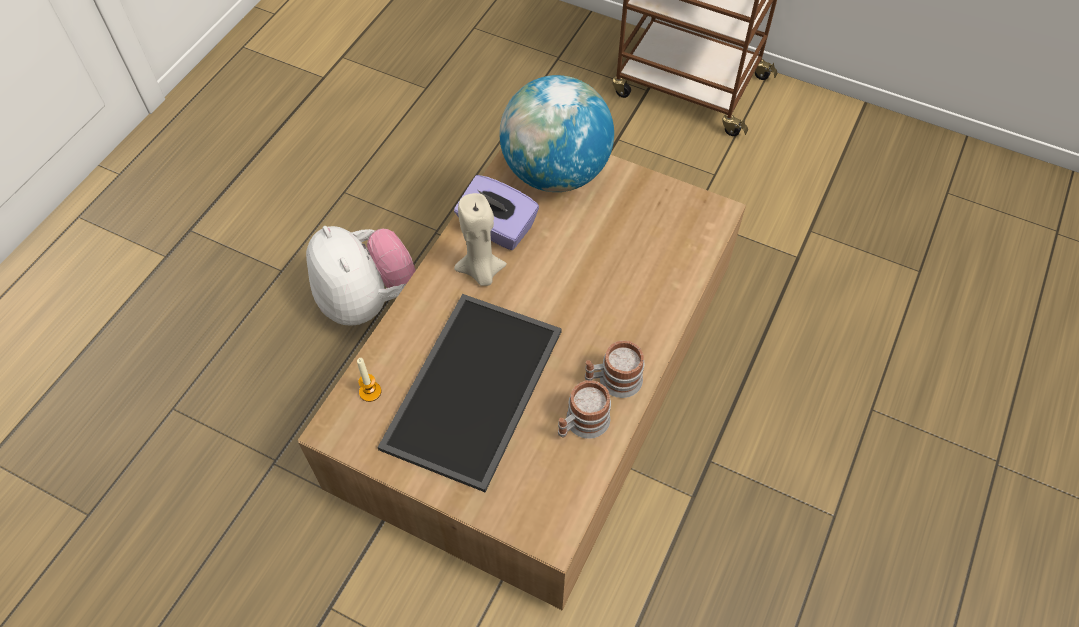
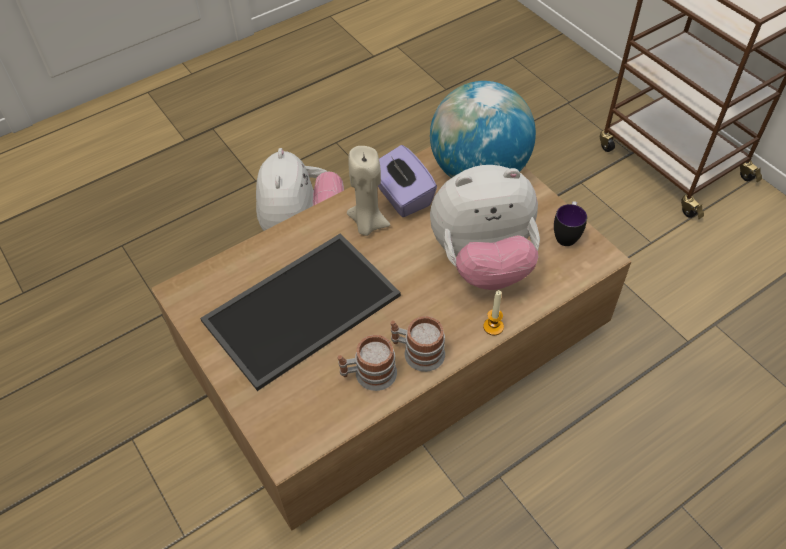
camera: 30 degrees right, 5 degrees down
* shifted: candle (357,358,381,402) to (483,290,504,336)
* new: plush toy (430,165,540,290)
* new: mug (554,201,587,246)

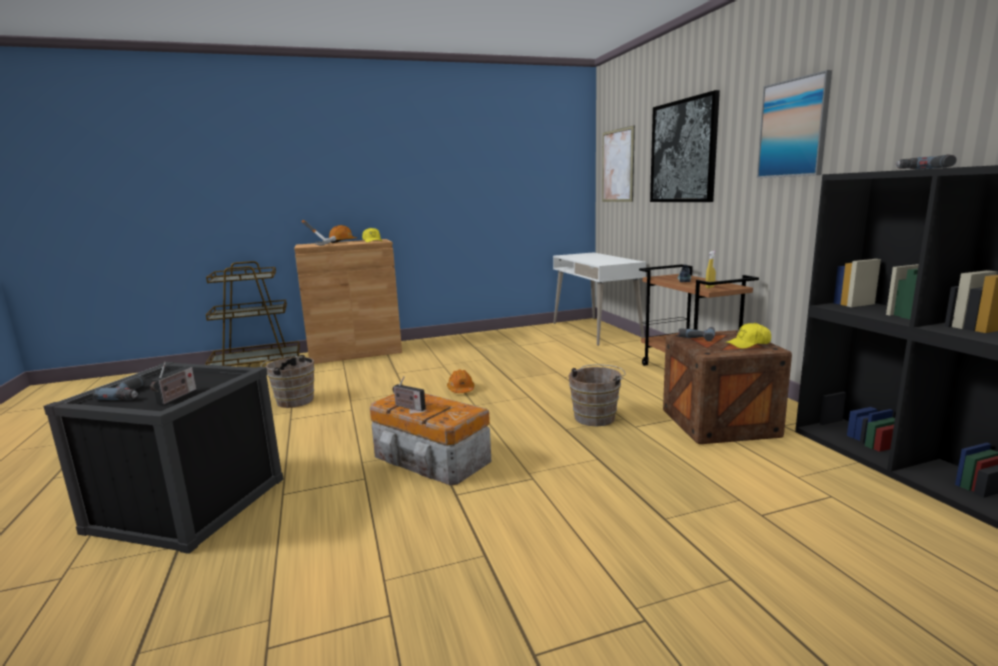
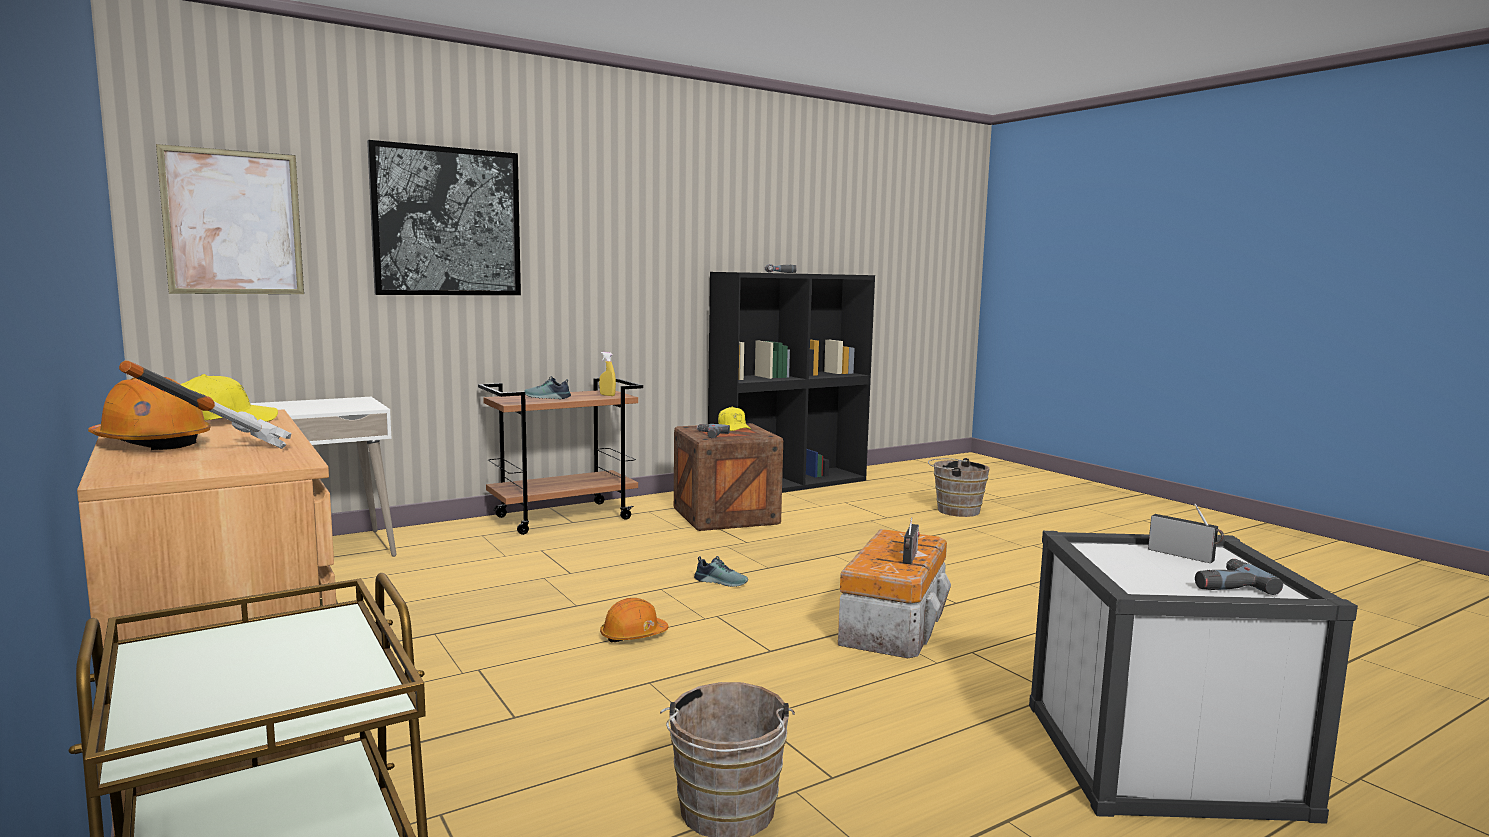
camera: 105 degrees left, 5 degrees down
* gone: picture (757,70,832,178)
* rotated: radio (151,361,196,405) = (1148,503,1224,564) 45 degrees clockwise
* repainted: storage box in black (44,362,284,554) to storage box in white (1029,531,1358,824)
* shifted: bucket in brown (569,364,626,426) to (928,458,990,517)
* new: shoe (694,556,748,587)

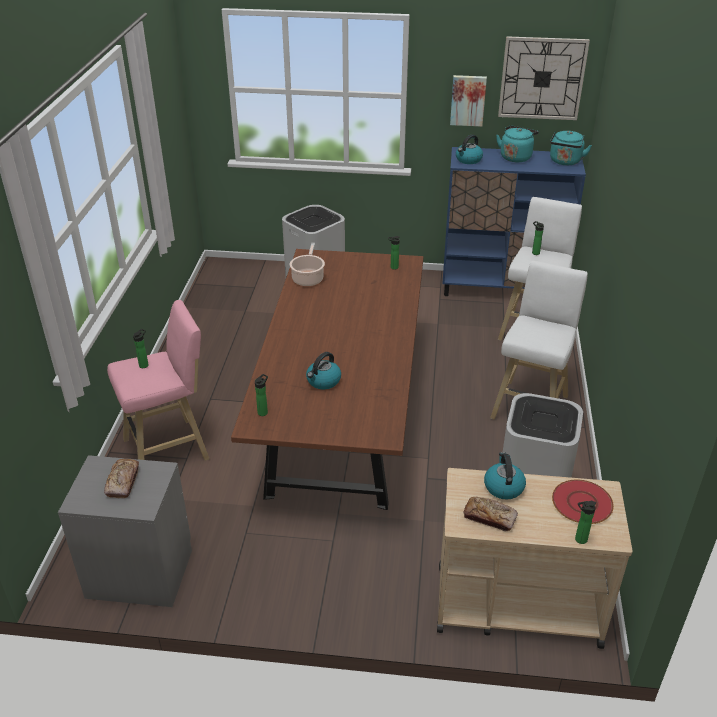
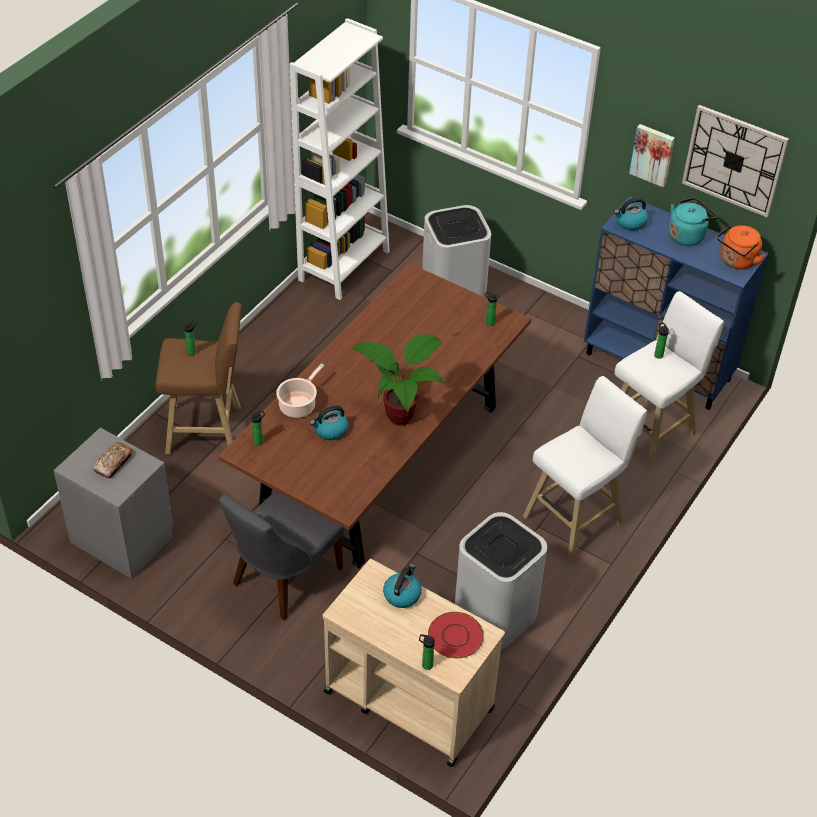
camera: 25 degrees right, 10 degrees up
* repainted: kettle in turquoise (550,131,592,165) to kettle in orange (717,225,765,269)
* shifted: cooking pot (290,243,325,286) to (276,364,324,418)
* repainted: stool in pink (107,300,209,461) to stool in brown (156,302,242,454)
* gone: bread (464,497,518,531)
* new: bookcase in white (290,18,390,300)
* new: potted plant (351,334,445,426)
* new: chair in grey (220,491,344,620)

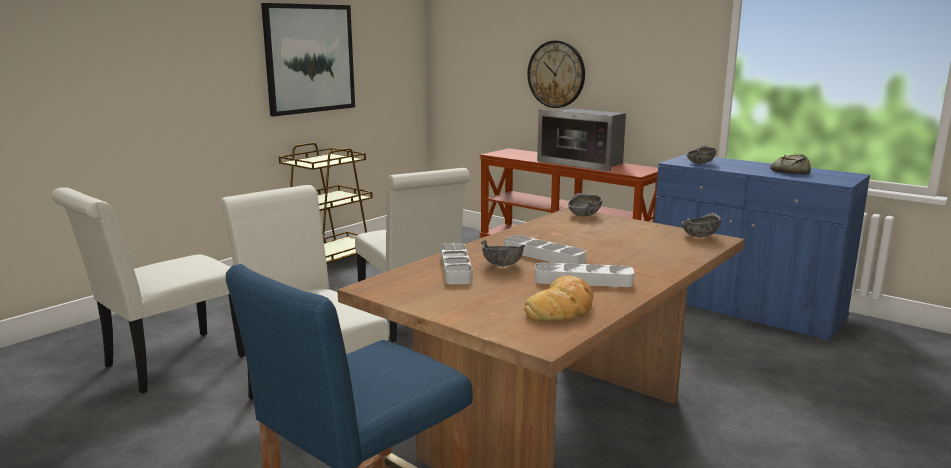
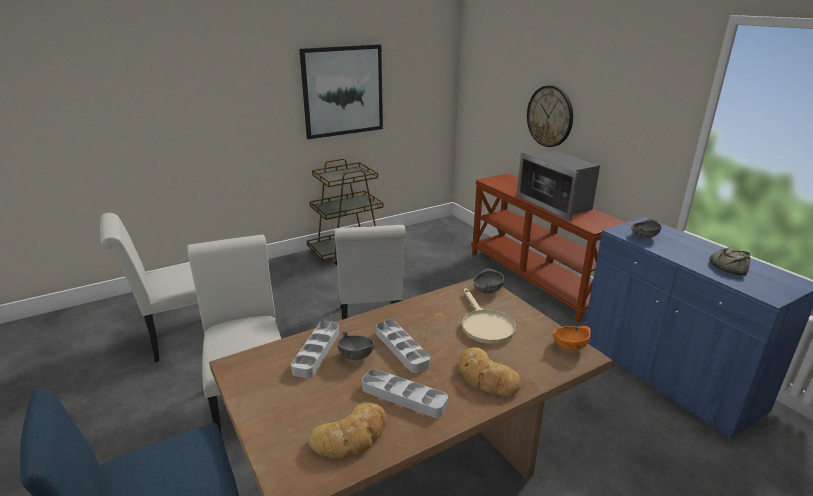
camera: 20 degrees right, 10 degrees up
* repainted: bowl in grey (682,213,721,237) to bowl in orange (553,326,590,351)
* new: frying pan in beige (462,288,516,344)
* new: bread (459,347,521,396)

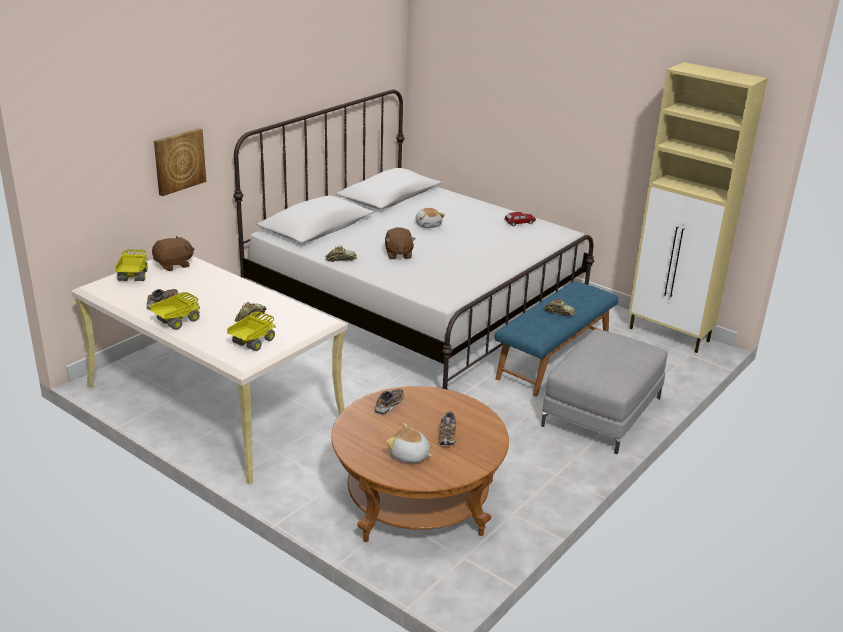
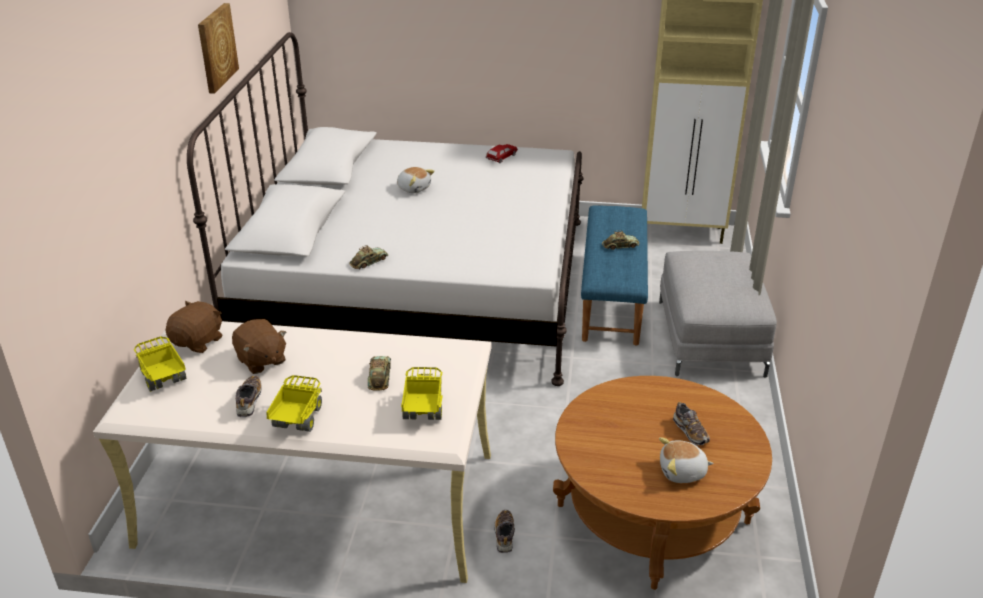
camera: 30 degrees left, 5 degrees up
* shifted: picture (154,128,206,196) to (198,3,239,94)
* shifted: plush toy in brown (385,227,415,259) to (232,319,286,374)
* shifted: shoe (375,389,404,415) to (494,510,515,553)

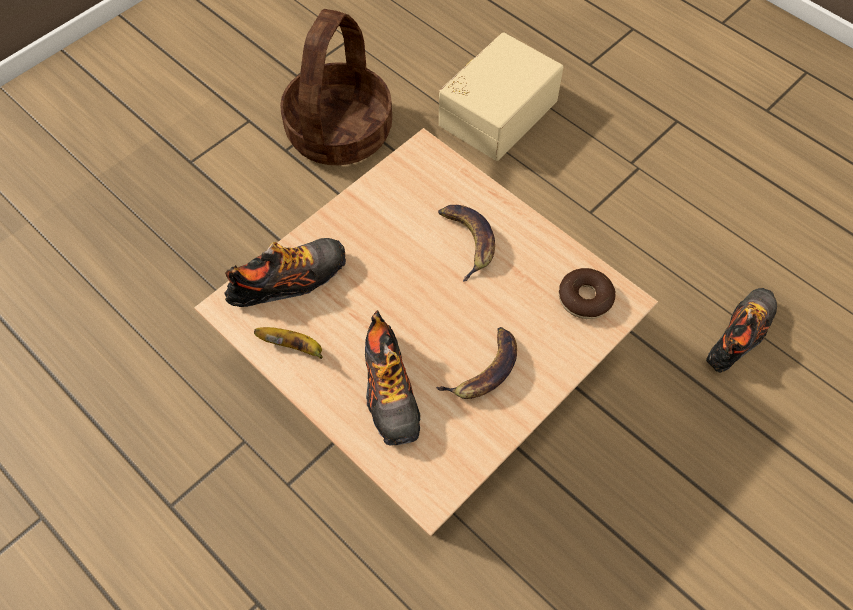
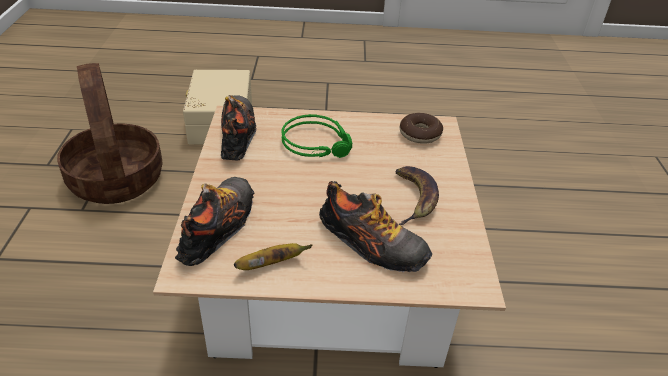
camera: 45 degrees left, 20 degrees down
* swapped: banana (438,205,495,282) to headphones in green (281,114,352,158)
* shifted: shoe (706,288,777,372) to (221,95,257,161)

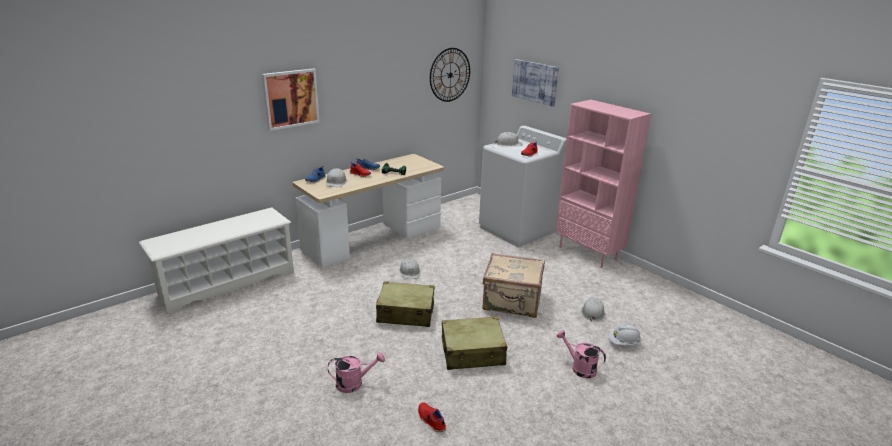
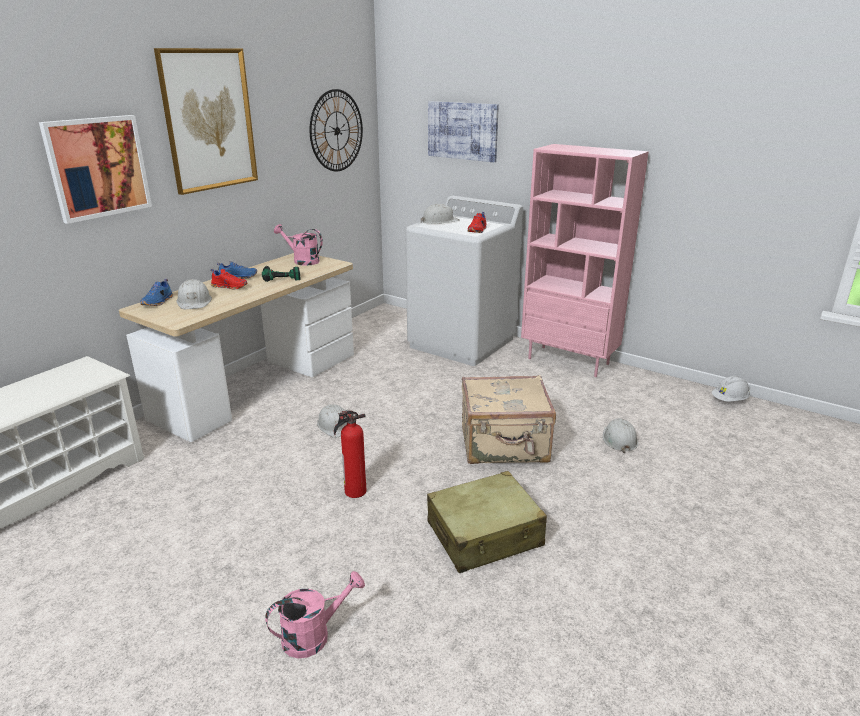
camera: 15 degrees left, 0 degrees up
* swapped: suitcase in beige (376,281,434,327) to fire extinguisher (334,410,366,498)
* shifted: hard hat in white (609,323,641,345) to (712,376,750,402)
* shifted: watering can in pink (557,330,606,378) to (274,224,323,266)
* gone: shoe in red (418,403,446,432)
* new: picture (154,48,258,195)

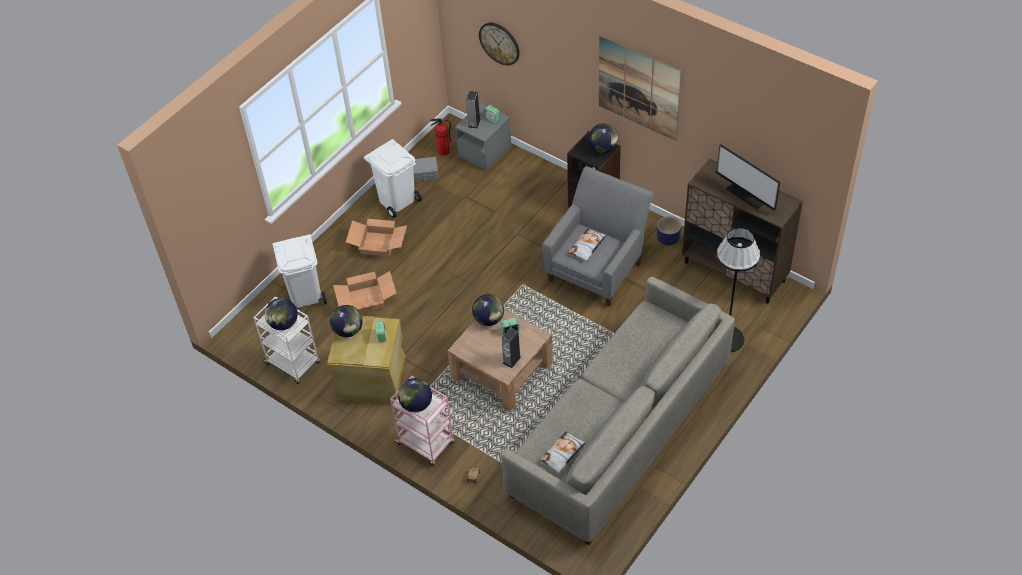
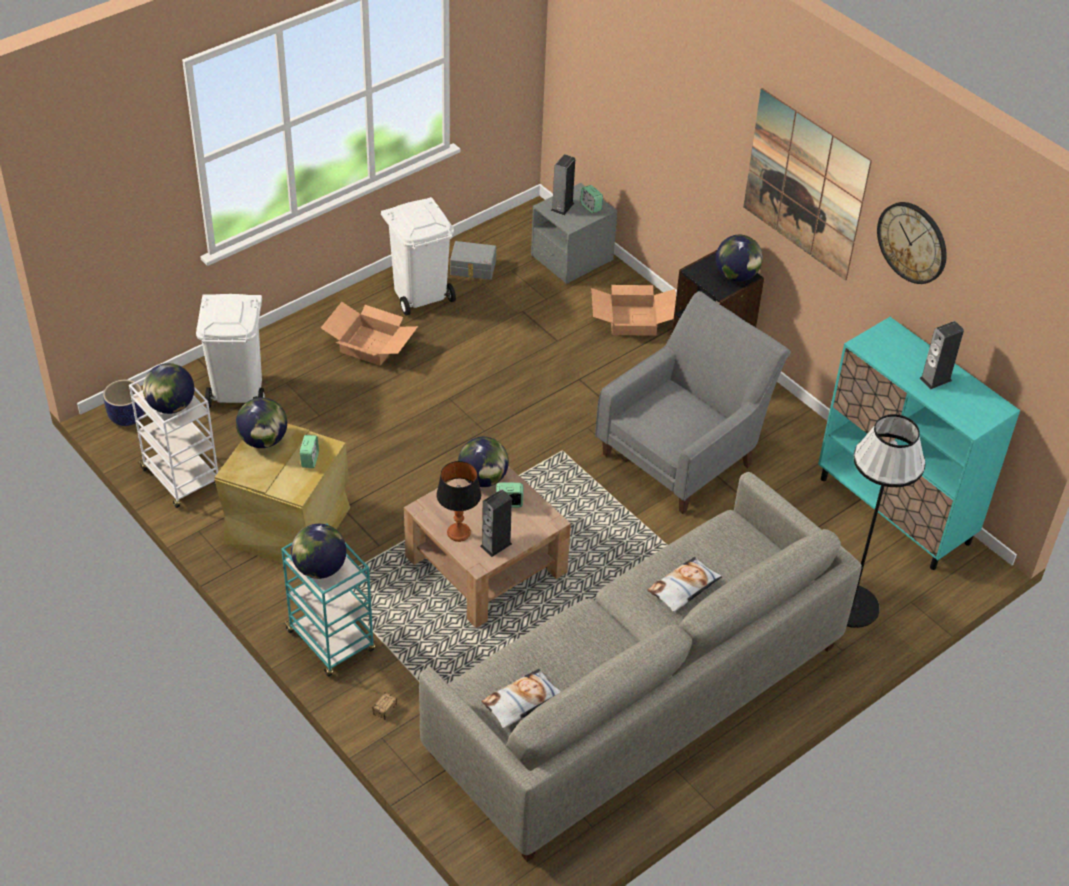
camera: 10 degrees right, 5 degrees down
* shifted: wall clock (479,23,520,65) to (877,202,947,284)
* gone: fire extinguisher (430,118,451,155)
* swapped: monitor (716,144,780,211) to speaker (919,321,964,389)
* repainted: cabinet in brown (682,159,803,304) to cabinet in turquoise (818,317,1020,570)
* shifted: planter (657,216,681,246) to (103,380,144,426)
* shifted: pillow (568,228,607,261) to (647,557,723,612)
* shifted: cardboard box (333,271,396,313) to (591,285,676,336)
* repainted: cart in pink (390,376,455,466) to cart in turquoise (281,524,376,677)
* new: table lamp (436,461,481,542)

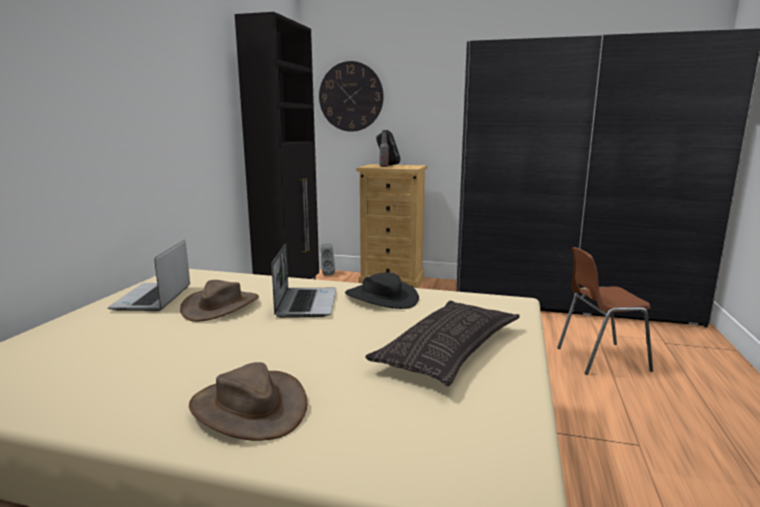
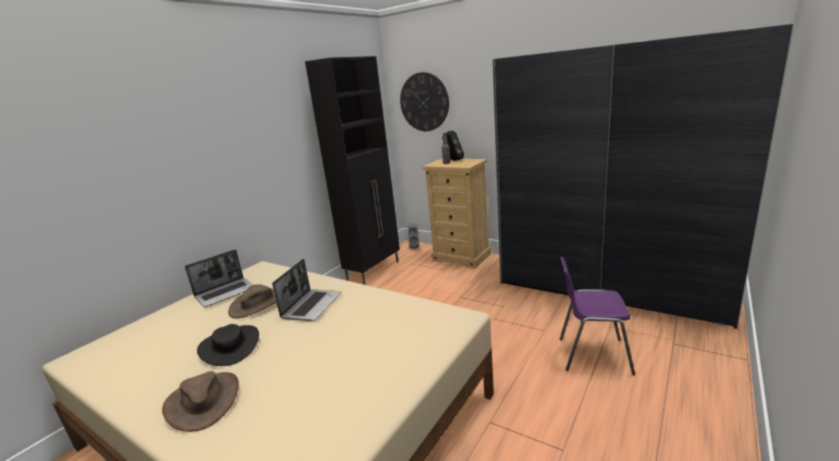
camera: 20 degrees right, 5 degrees up
* rotated: laptop (108,240,190,311) = (185,250,253,307) 150 degrees counterclockwise
* repainted: chair in brown (557,247,653,375) to chair in purple (560,257,635,375)
* shifted: hat in black (345,272,419,309) to (197,324,259,366)
* gone: pillow (365,301,520,386)

